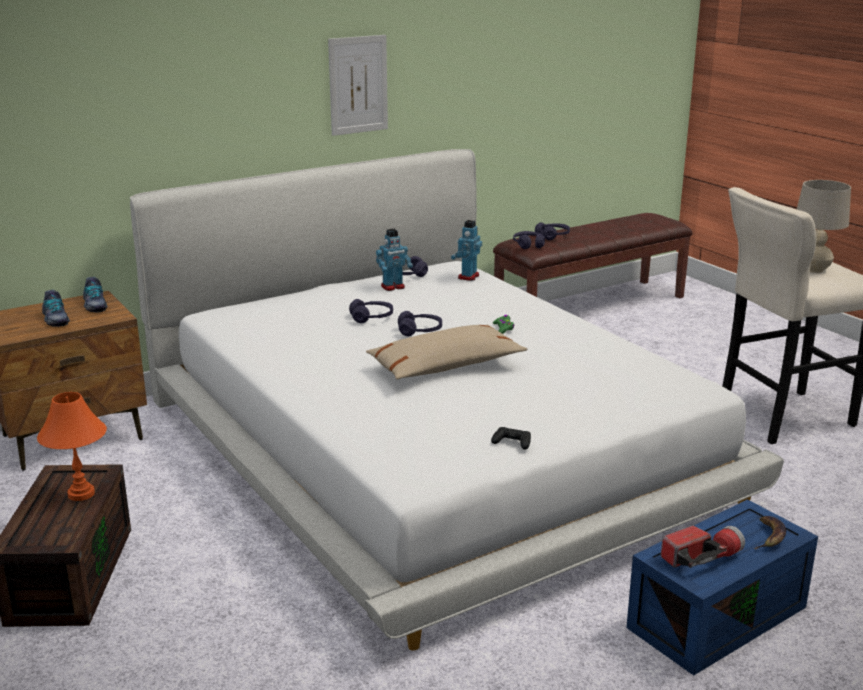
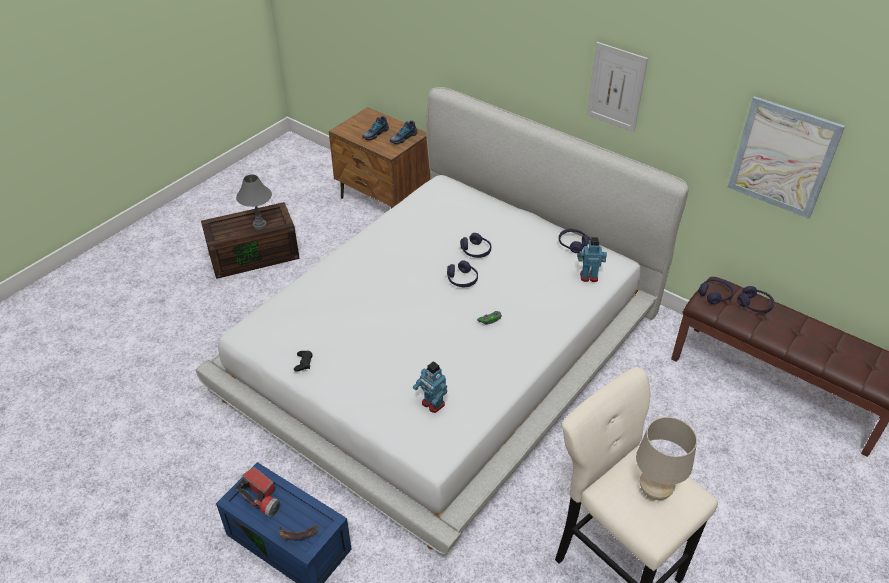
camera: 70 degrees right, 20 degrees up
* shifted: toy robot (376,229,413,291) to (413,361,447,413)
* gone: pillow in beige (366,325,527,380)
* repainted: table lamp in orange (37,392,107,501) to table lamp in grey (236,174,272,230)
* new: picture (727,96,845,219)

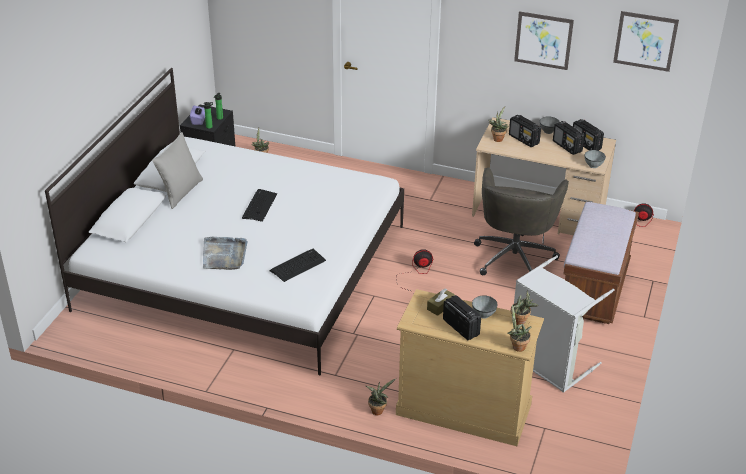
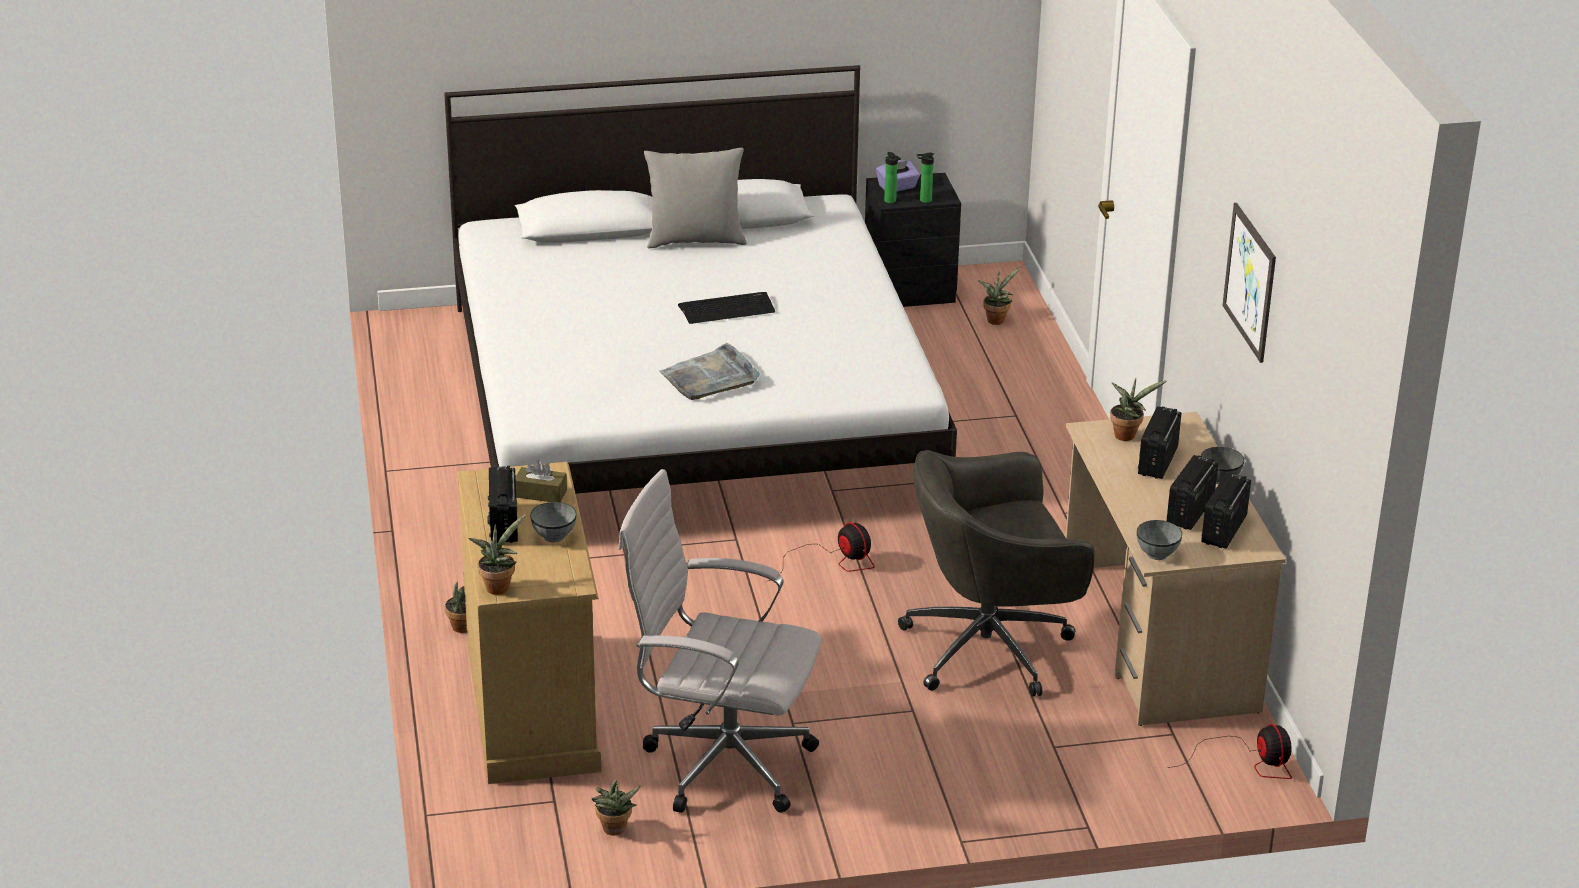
camera: 60 degrees right, 5 degrees down
* gone: picture (613,11,679,72)
* gone: bench in brown (564,202,639,324)
* shifted: tray in grey (203,236,248,270) to (660,343,760,400)
* gone: keyboard (270,249,326,282)
* swapped: laundry basket in grey (514,255,615,393) to office chair in white (618,469,822,813)
* shifted: potted plant (511,290,539,325) to (591,780,641,836)
* rotated: radio (443,295,481,340) = (487,466,518,543) 150 degrees clockwise

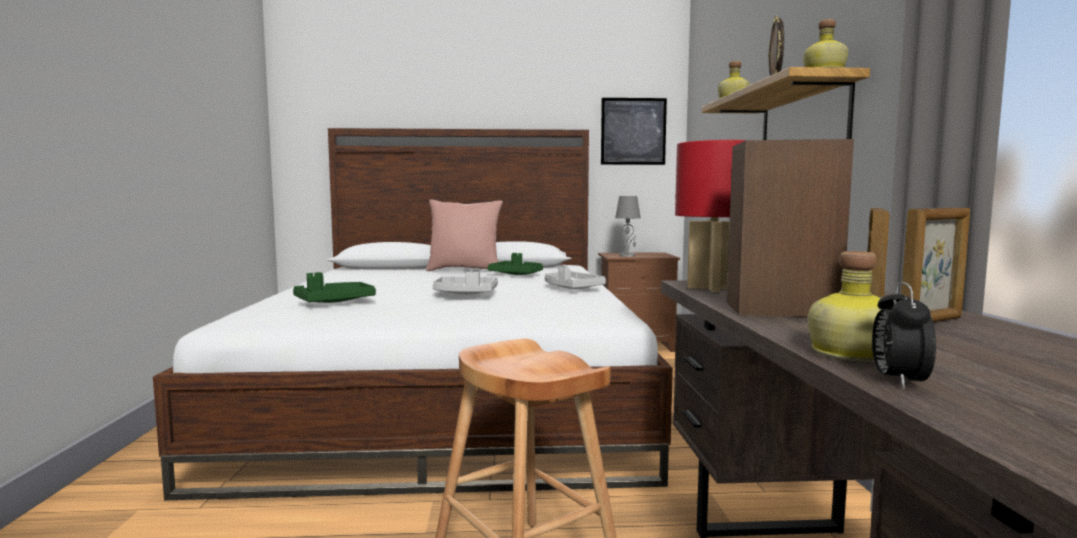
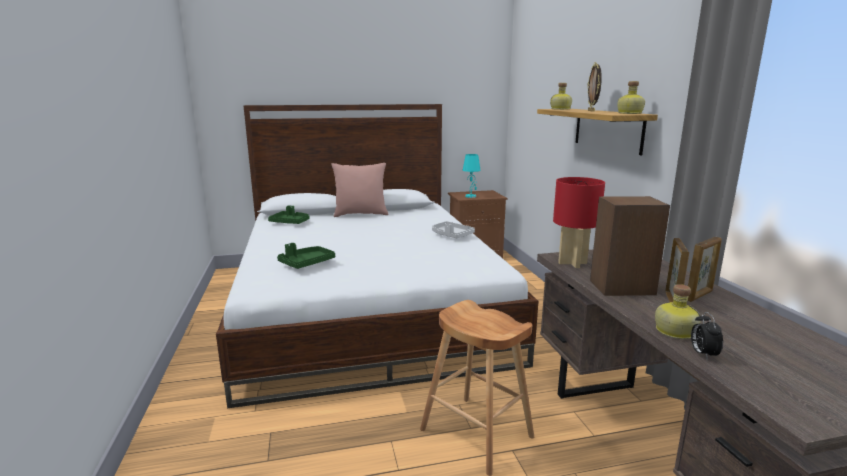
camera: 10 degrees left, 10 degrees up
* gone: picture (601,98,667,165)
* repainted: table lamp in grey (615,196,641,257) to table lamp in turquoise (463,154,481,198)
* shifted: tray in green (488,253,543,275) to (268,205,309,224)
* gone: tray in grey (433,272,498,294)

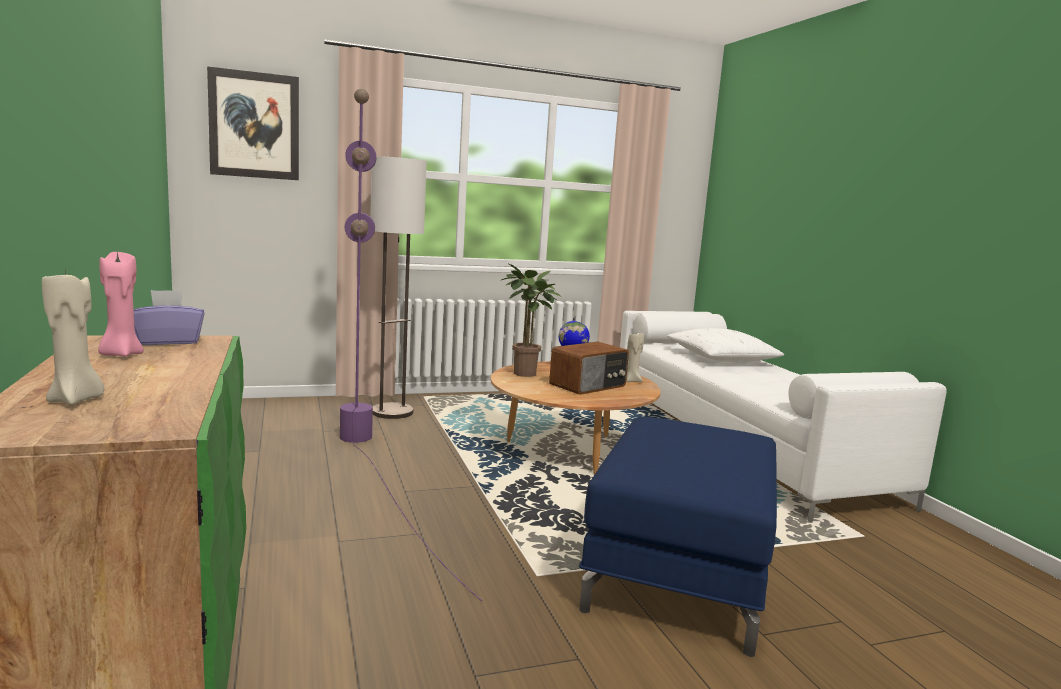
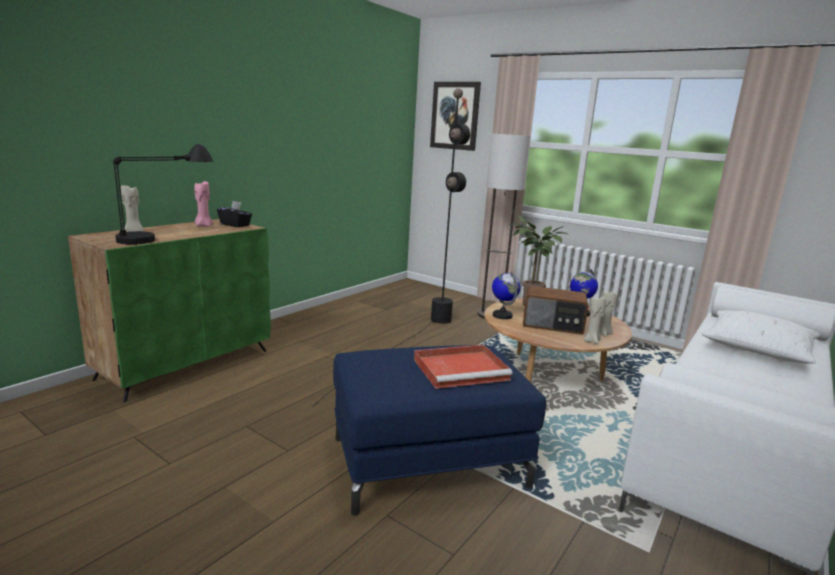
camera: 55 degrees right, 5 degrees up
* repainted: floor lamp in purple (340,88,482,601) to floor lamp in black (313,88,470,407)
* repainted: tissue box in purple (134,290,204,345) to tissue box in black (217,201,252,227)
* new: table lamp in black (113,144,214,245)
* new: globe (492,272,520,319)
* new: candle in beige (584,297,606,344)
* new: tray in red (414,344,512,389)

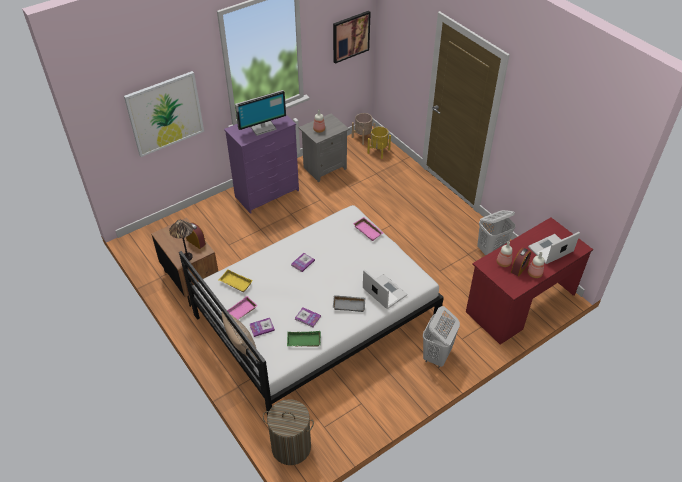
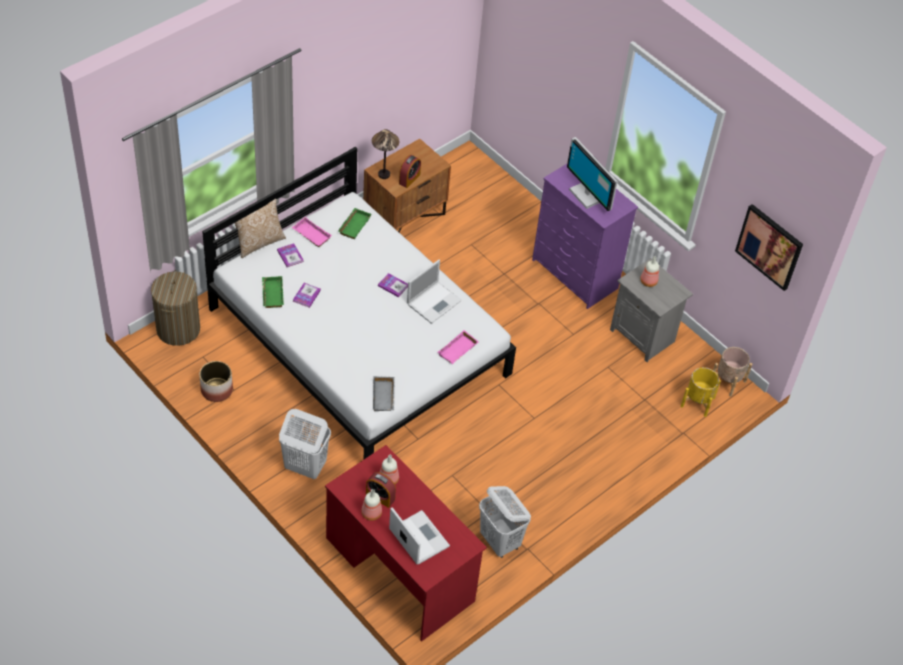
camera: 80 degrees right, 5 degrees up
* gone: picture (124,71,204,157)
* repainted: tray in yellow (219,269,253,292) to tray in green (338,208,372,239)
* shifted: laptop (363,269,408,309) to (407,260,462,324)
* shifted: tray in grey (333,295,366,312) to (373,376,395,411)
* new: planter (199,361,233,402)

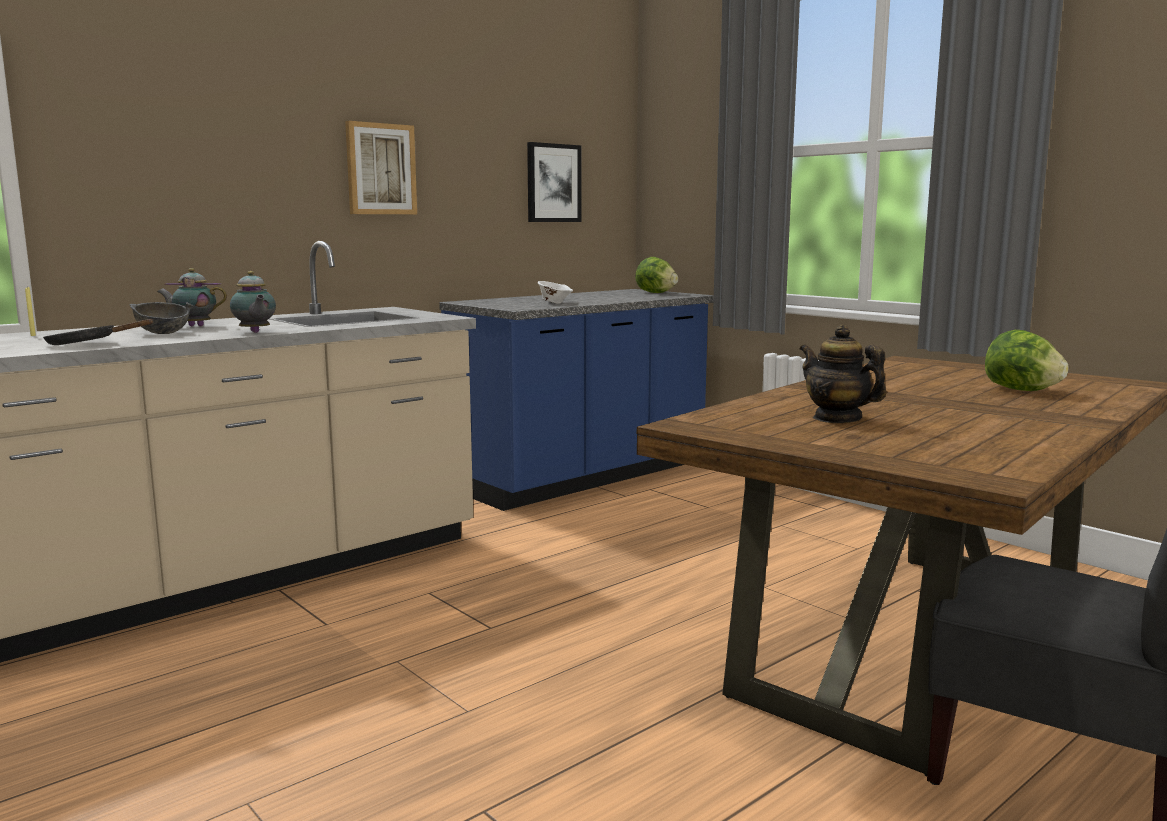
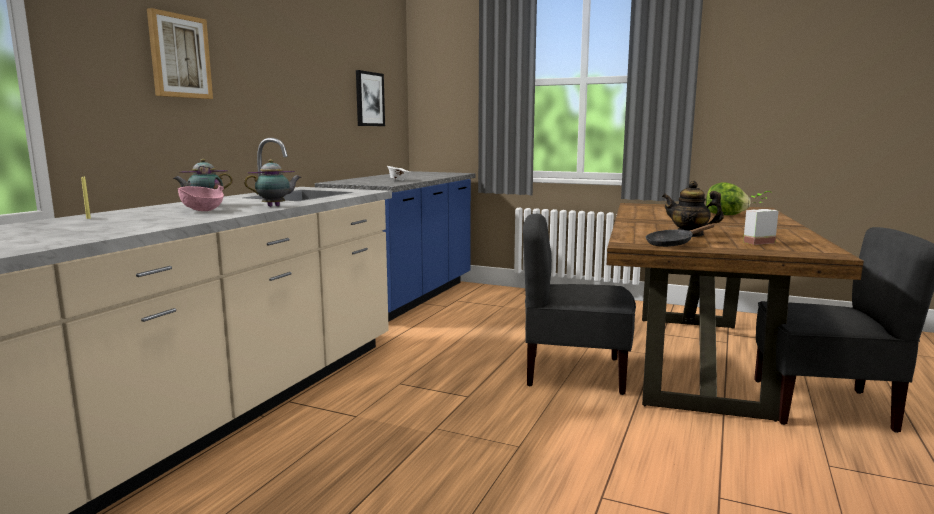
camera: 25 degrees left, 0 degrees up
* shifted: picture (345,121,417,214) to (147,8,213,99)
* gone: lettuce (635,257,678,293)
* rotated: teapot (230,271,276,333) = (244,159,302,207) 60 degrees counterclockwise
* repainted: bowl in grey (130,302,194,334) to bowl in pink (178,185,224,211)
* shifted: frying pan in black (43,319,153,345) to (646,224,715,247)
* new: potted plant (743,191,779,245)
* new: chair in grey (523,214,636,395)

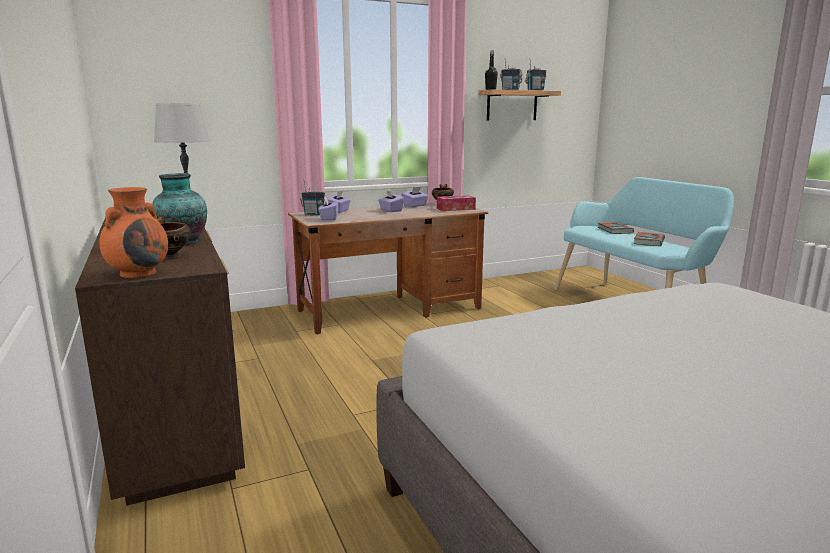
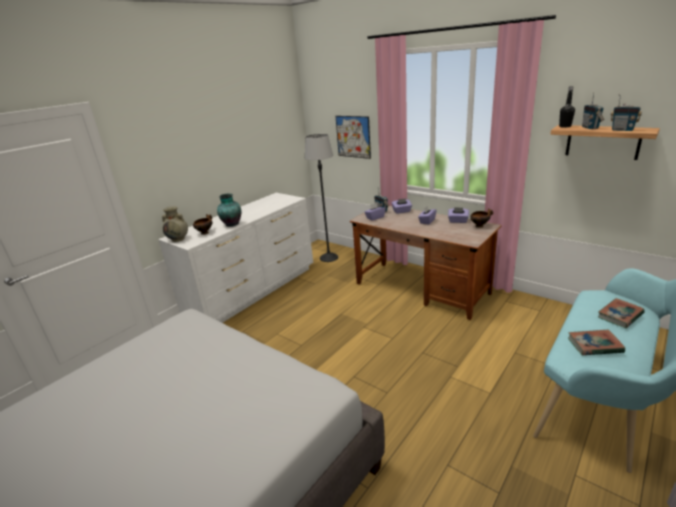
camera: 65 degrees right, 10 degrees up
* repainted: vase in orange (99,187,168,278) to vase in beige (162,206,188,242)
* gone: tissue box (437,195,476,211)
* repainted: dresser in brown (75,217,245,506) to dresser in white (158,193,313,323)
* new: picture (336,116,371,159)

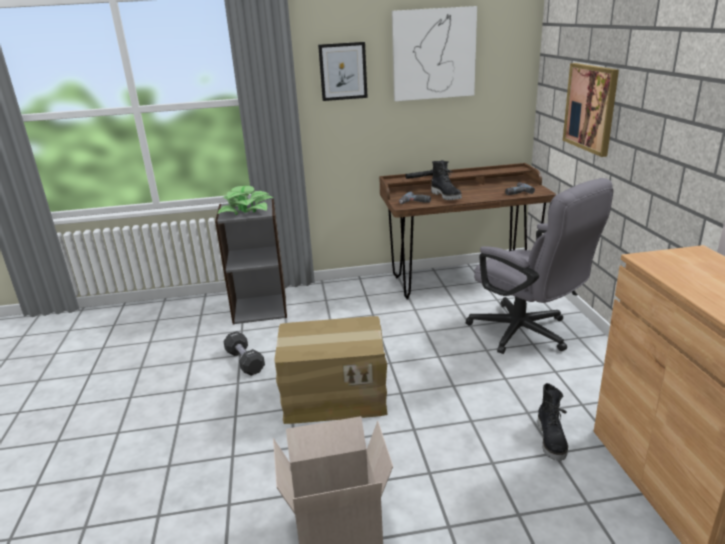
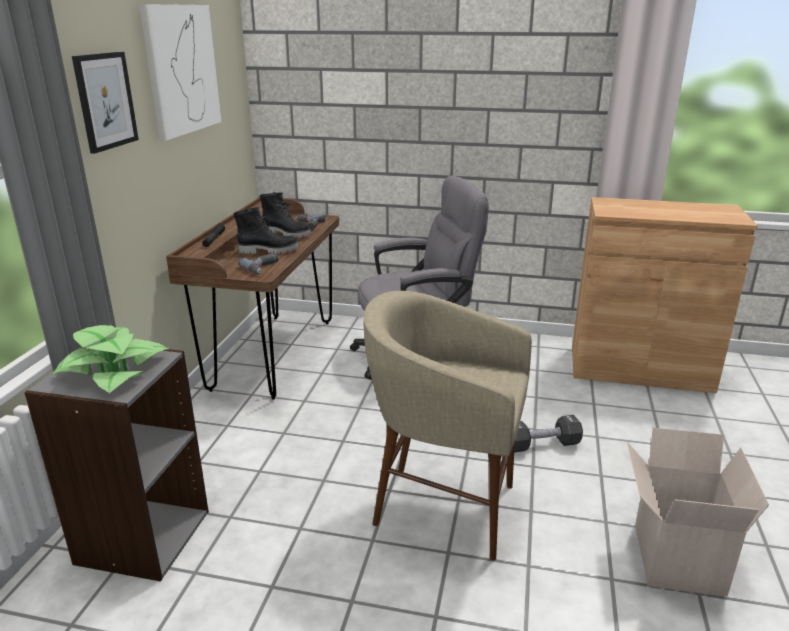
camera: 70 degrees left, 0 degrees up
* gone: picture (563,63,619,157)
* swapped: cardboard box (274,316,388,424) to stool in beige (363,291,532,560)
* shifted: dumbbell in black (223,331,265,376) to (514,415,583,452)
* shifted: boot in black (537,383,568,461) to (260,192,312,238)

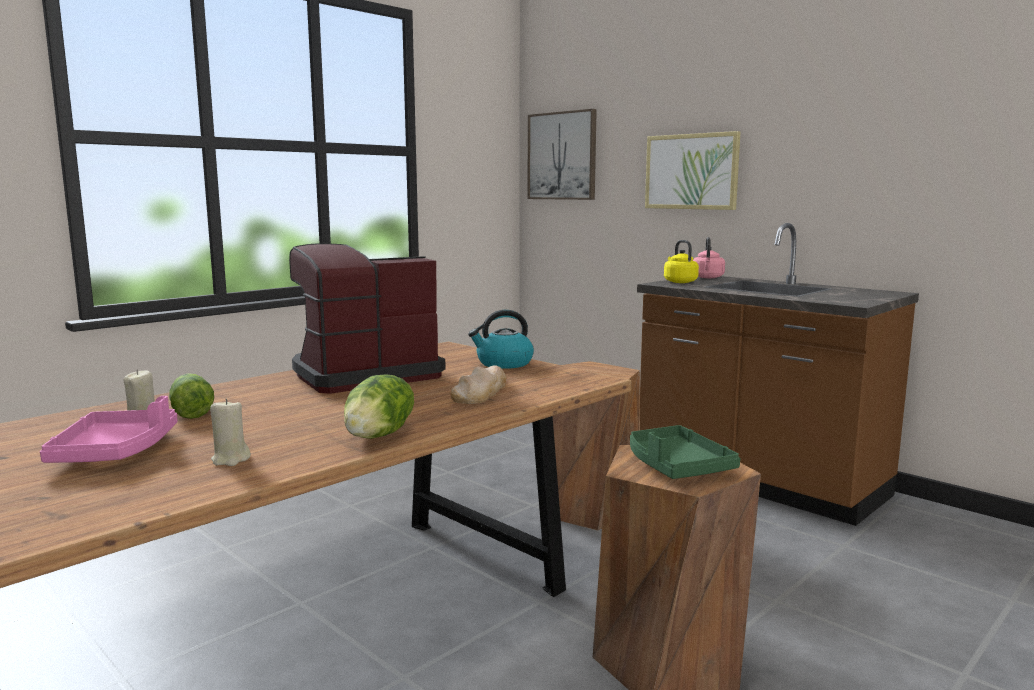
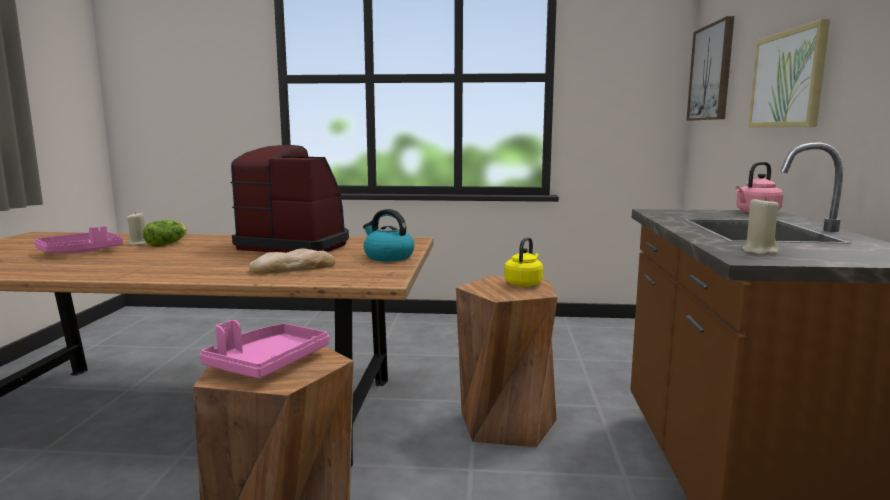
camera: 50 degrees right, 0 degrees up
* shifted: kettle in yellow (664,240,699,283) to (504,237,543,287)
* gone: lettuce (344,374,414,439)
* shifted: candle in beige (210,399,251,466) to (742,196,779,255)
* repainted: tray in green (630,425,740,479) to tray in pink (200,320,329,379)

